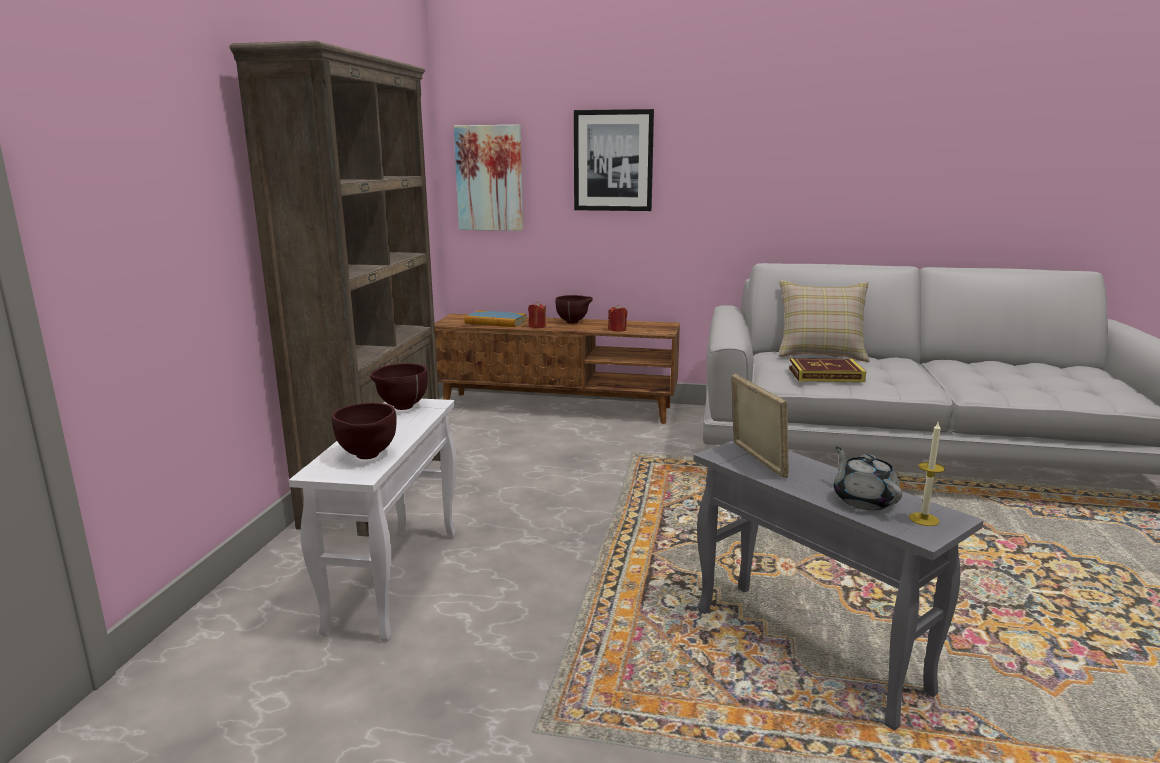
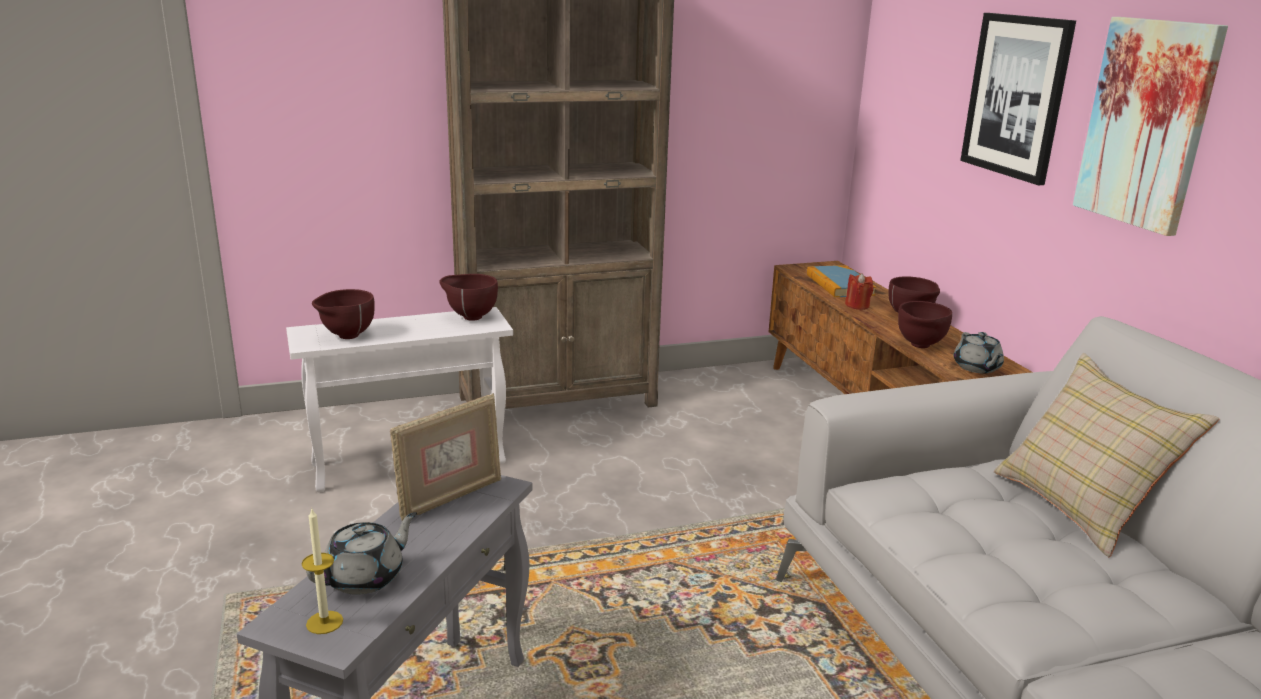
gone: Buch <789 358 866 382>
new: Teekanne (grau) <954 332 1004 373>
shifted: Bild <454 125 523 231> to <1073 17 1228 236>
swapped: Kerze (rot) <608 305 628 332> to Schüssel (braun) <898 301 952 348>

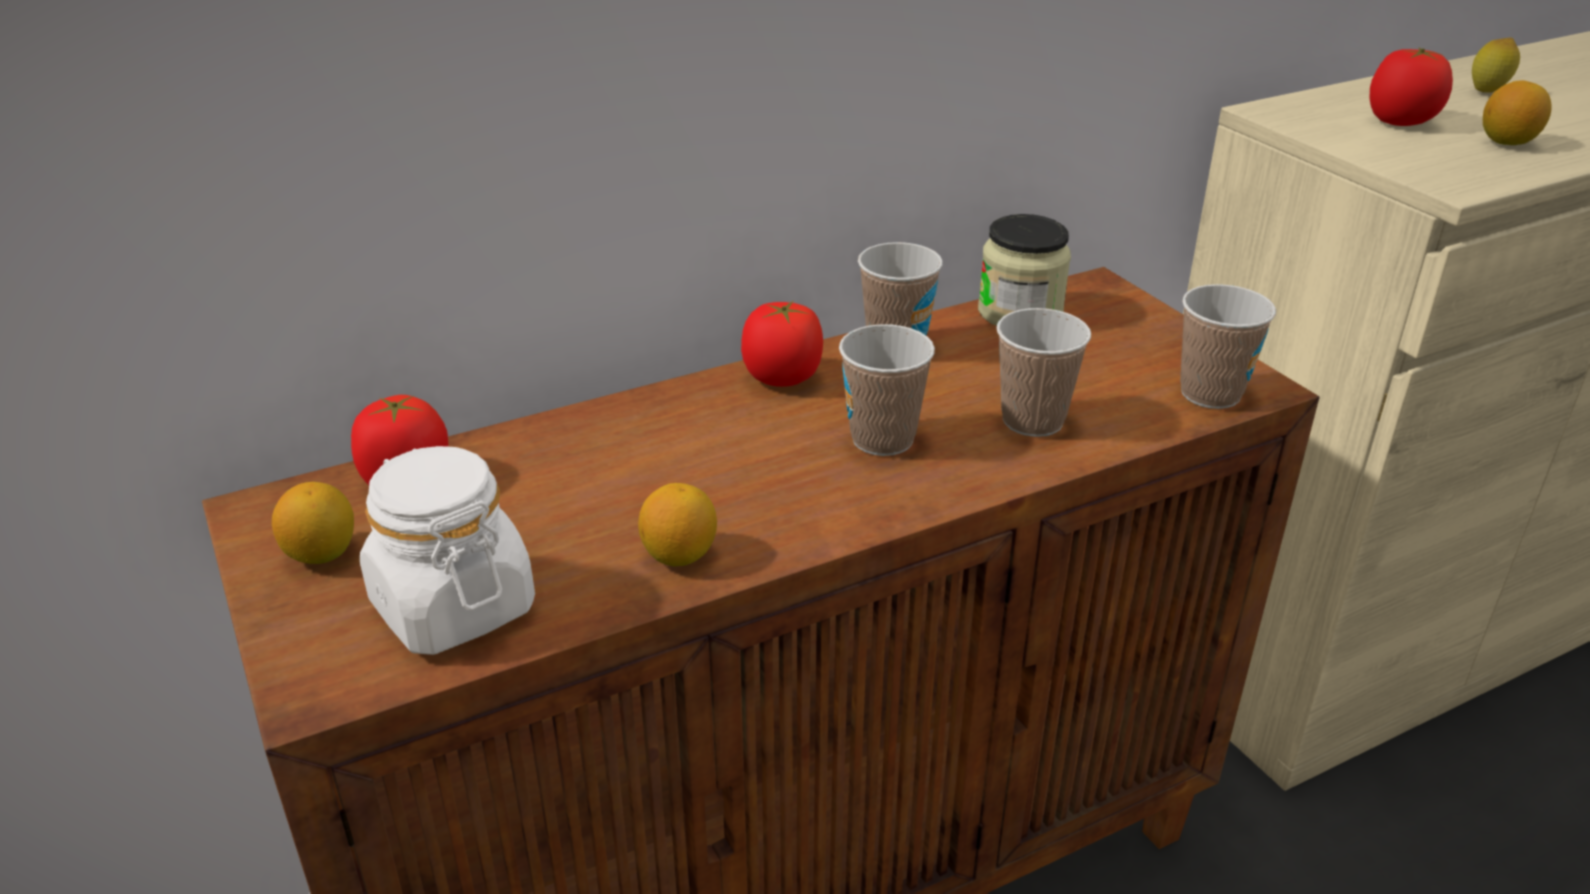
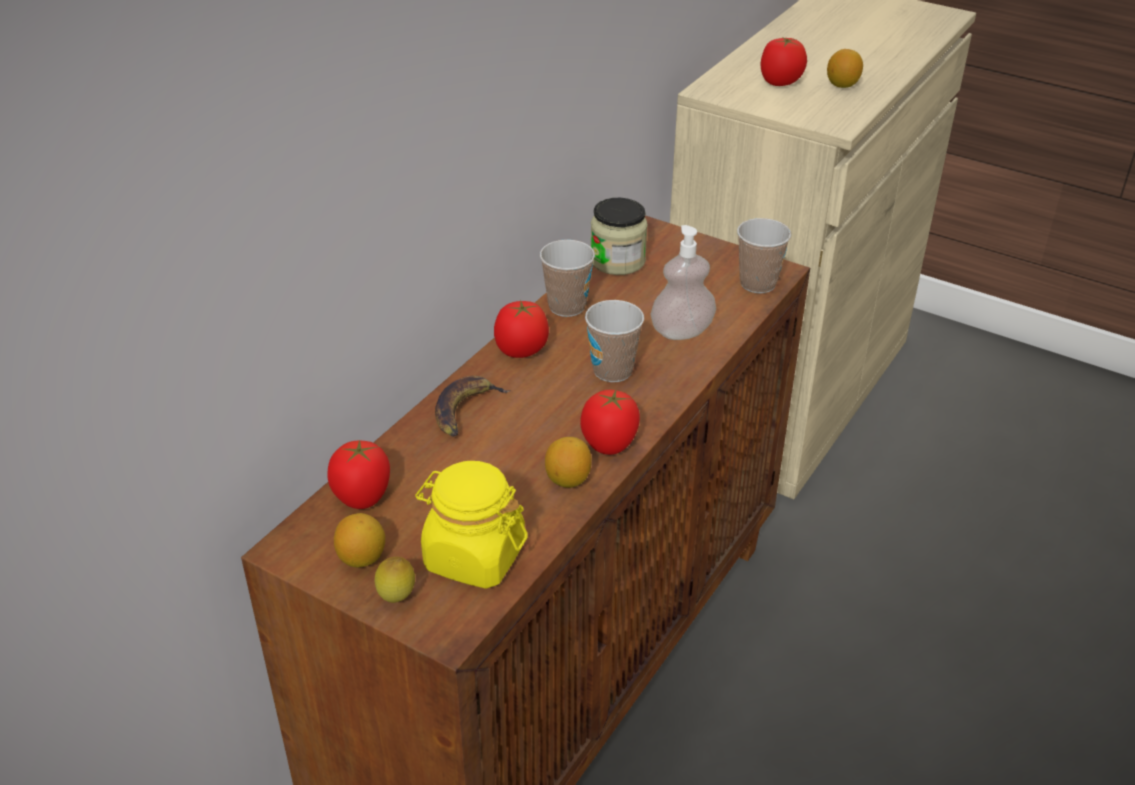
new: Banane <435 376 510 437>; Tomate <580 390 640 455>
shifted: Zitrone <1472 37 1520 93> to <375 557 415 603>
swapped: Tasse <997 308 1091 437> to Seifenspender <650 225 716 340>
repainted: Vorratsglas (weiß) <360 446 535 655> to Vorratsglas (gelb) <415 461 528 589>

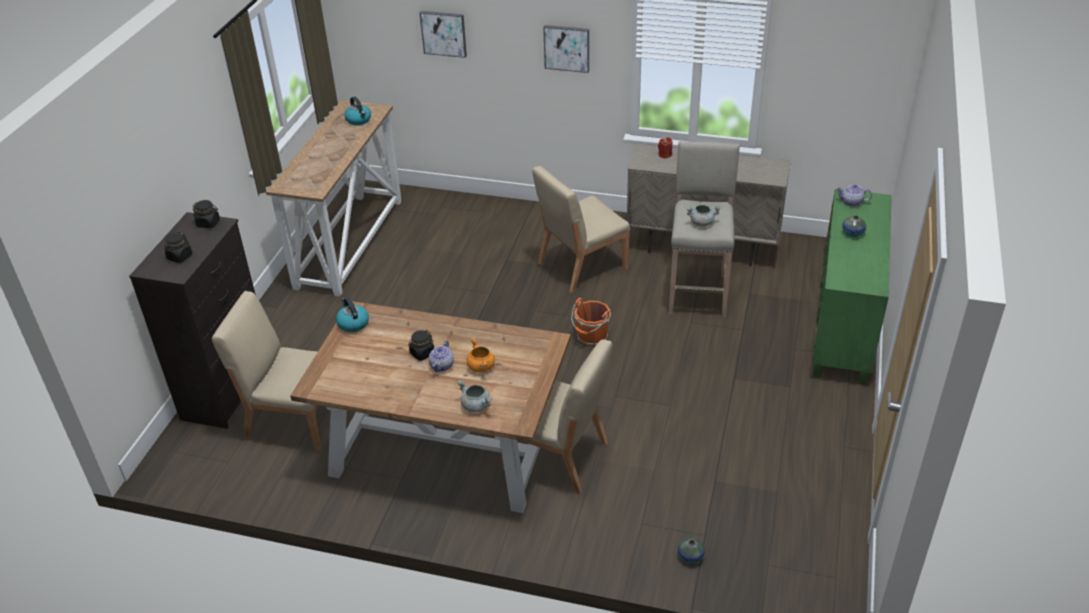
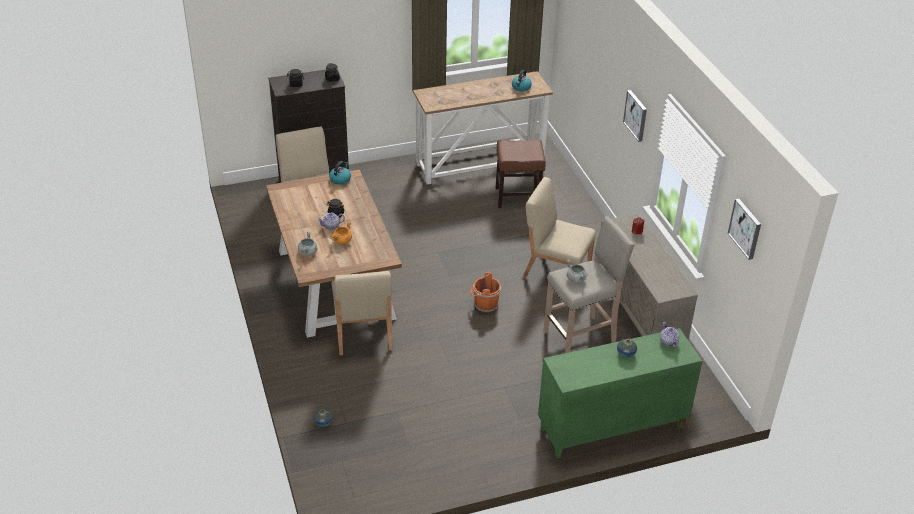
new: Hocker (braun) <495 140 546 208>
shifted: Bild <420 11 467 58> to <728 199 761 260>

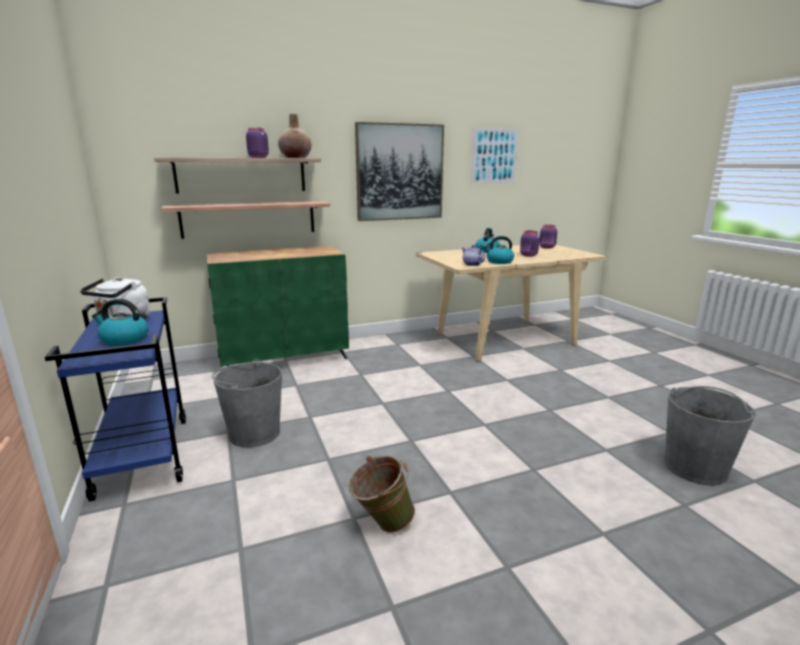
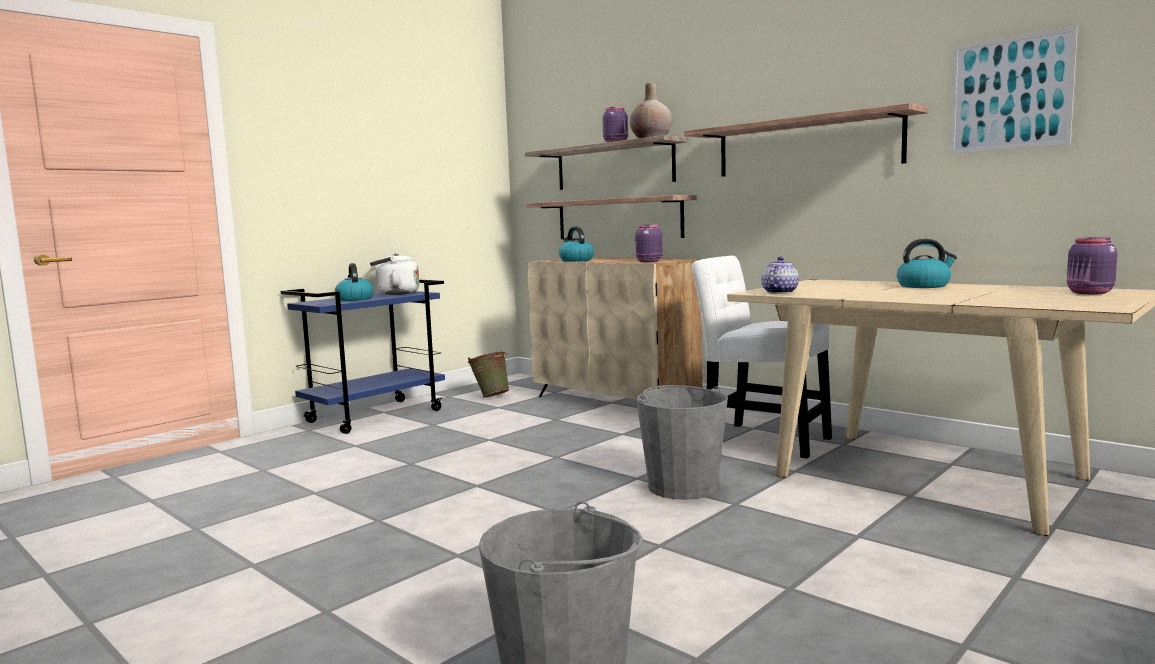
new: Stuhl (weiß) <691 256 832 458>
shifted: Eimer (grau) <212 359 282 448> to <636 385 728 500>; Eimer (grün) <349 455 415 533> to <468 351 510 397>; Wasserkessel <483 236 514 264> to <559 226 594 262>; Vorratsglas (lila) <520 231 540 257> to <635 224 663 262>
swapped: Bild <355 122 444 221> to Wandregal <684 103 928 177>
repainted: Schrank (grün) <207 246 349 367> to Schrank (beige) <528 257 703 399>

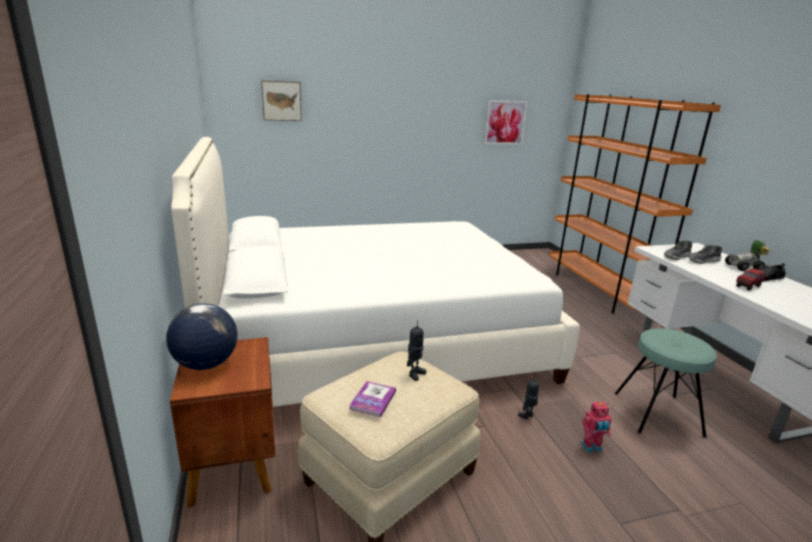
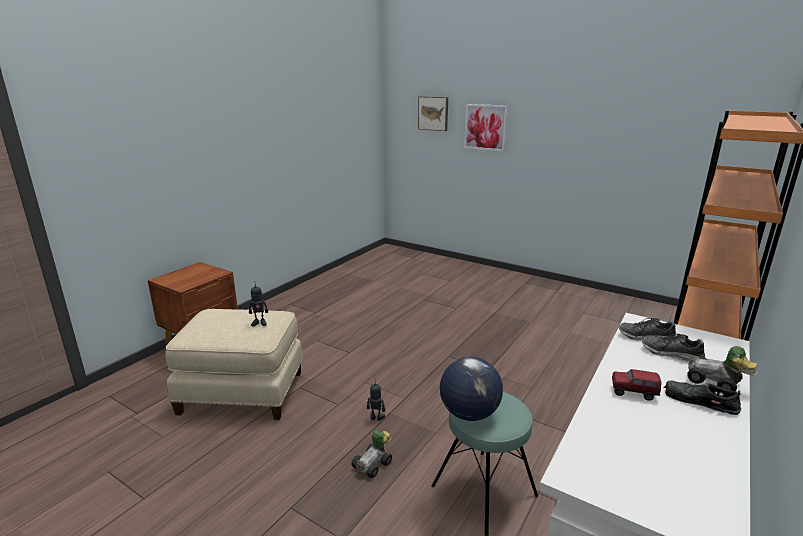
gone: Bett (weiß) <171 137 580 407>; Buch <349 381 396 417>
shifted: Globus <166 303 237 370> to <440 357 503 421>; Bild <484 100 528 145> to <464 104 508 152>
swapped: Spielzeugroboter <580 402 611 452> to Spielzeugauto <351 430 392 478>

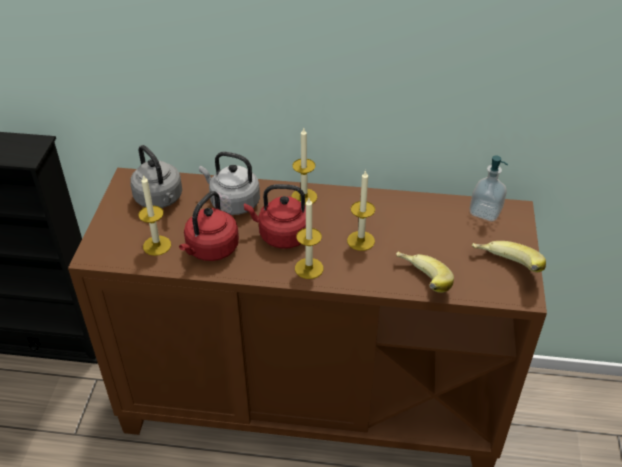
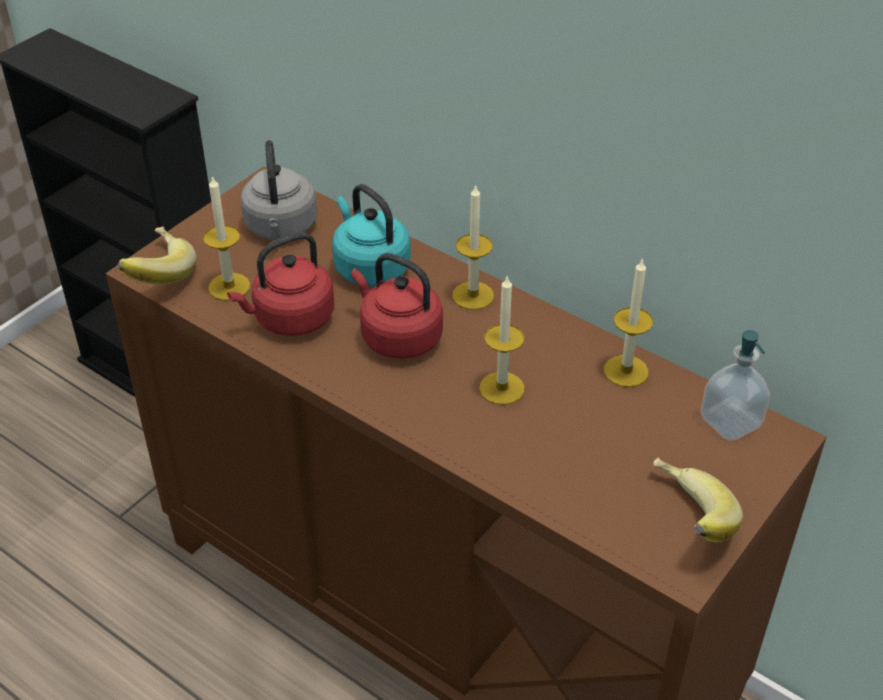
shifted: Kerze <295 198 323 279> to <604 260 653 387>; Banane <396 251 454 293> to <118 227 197 284>
repainted: Wasserkessel (grau) <199 152 260 215> to Wasserkessel (türkis) <332 184 411 286>

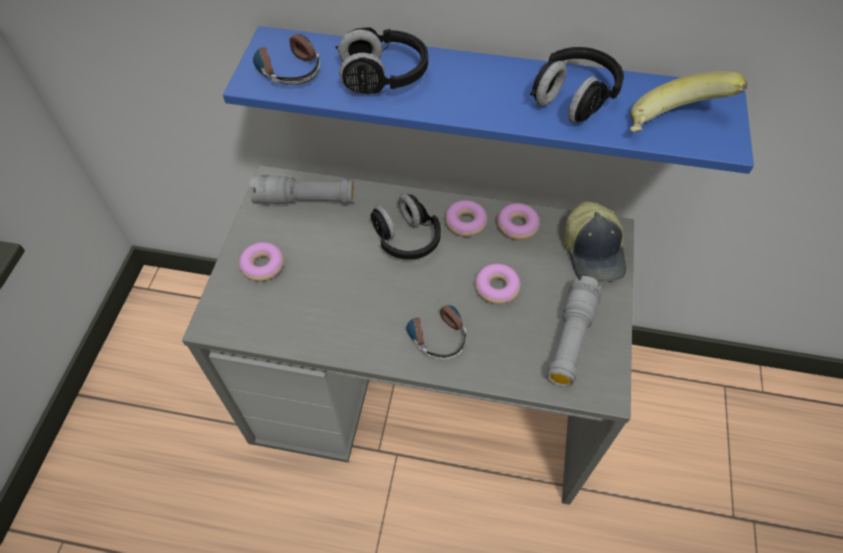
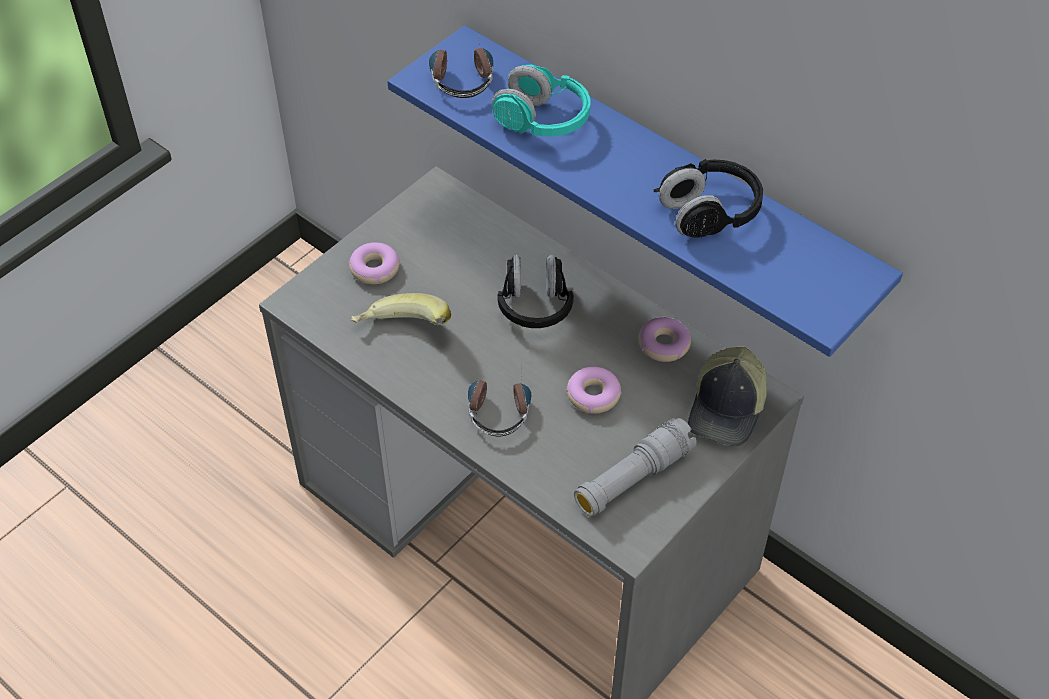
gone: Taschenlampe (grau) <250 175 354 204>; Donut <445 200 487 237>
shifted: Banane <630 71 748 132> to <351 293 451 325>
repainted: Kopfhörer (schwarz) <335 27 428 94> to Kopfhörer (türkis) <492 64 591 137>

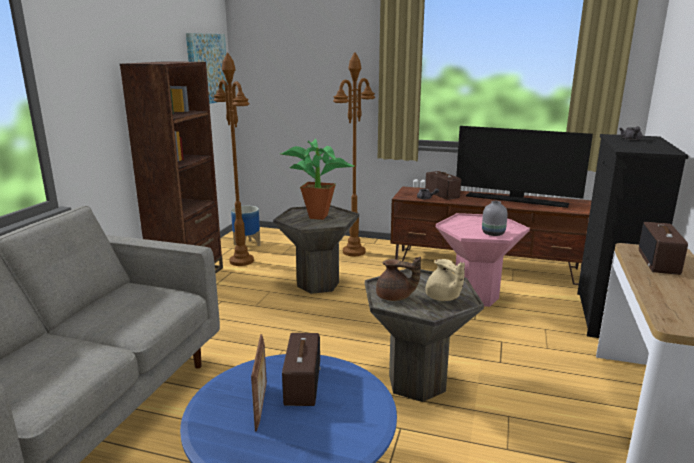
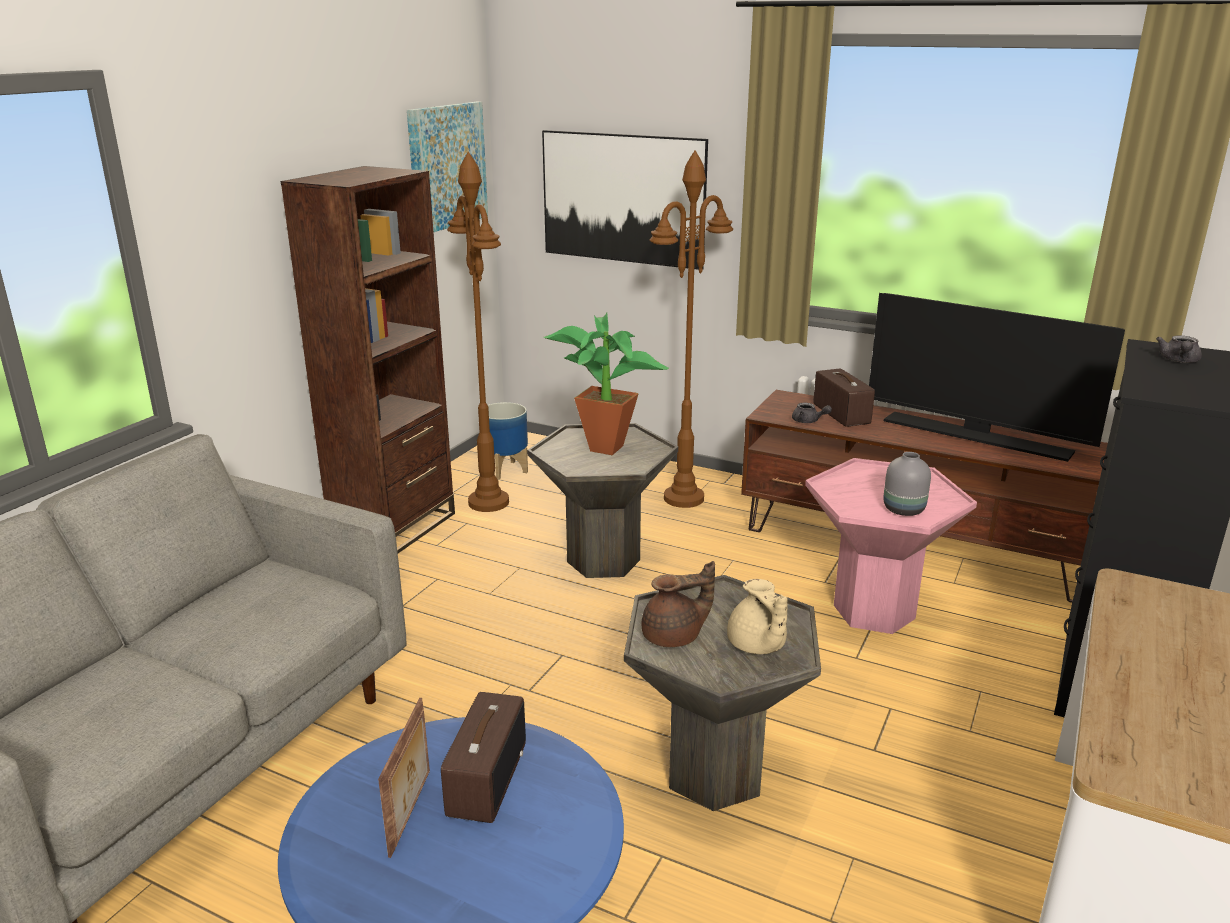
gone: Radio <639 222 688 275>
new: Bild <542 130 708 270>
rotated: Teekanne (braun) <376 257 421 301> = <642 561 715 647> 45 degrees counterclockwise

